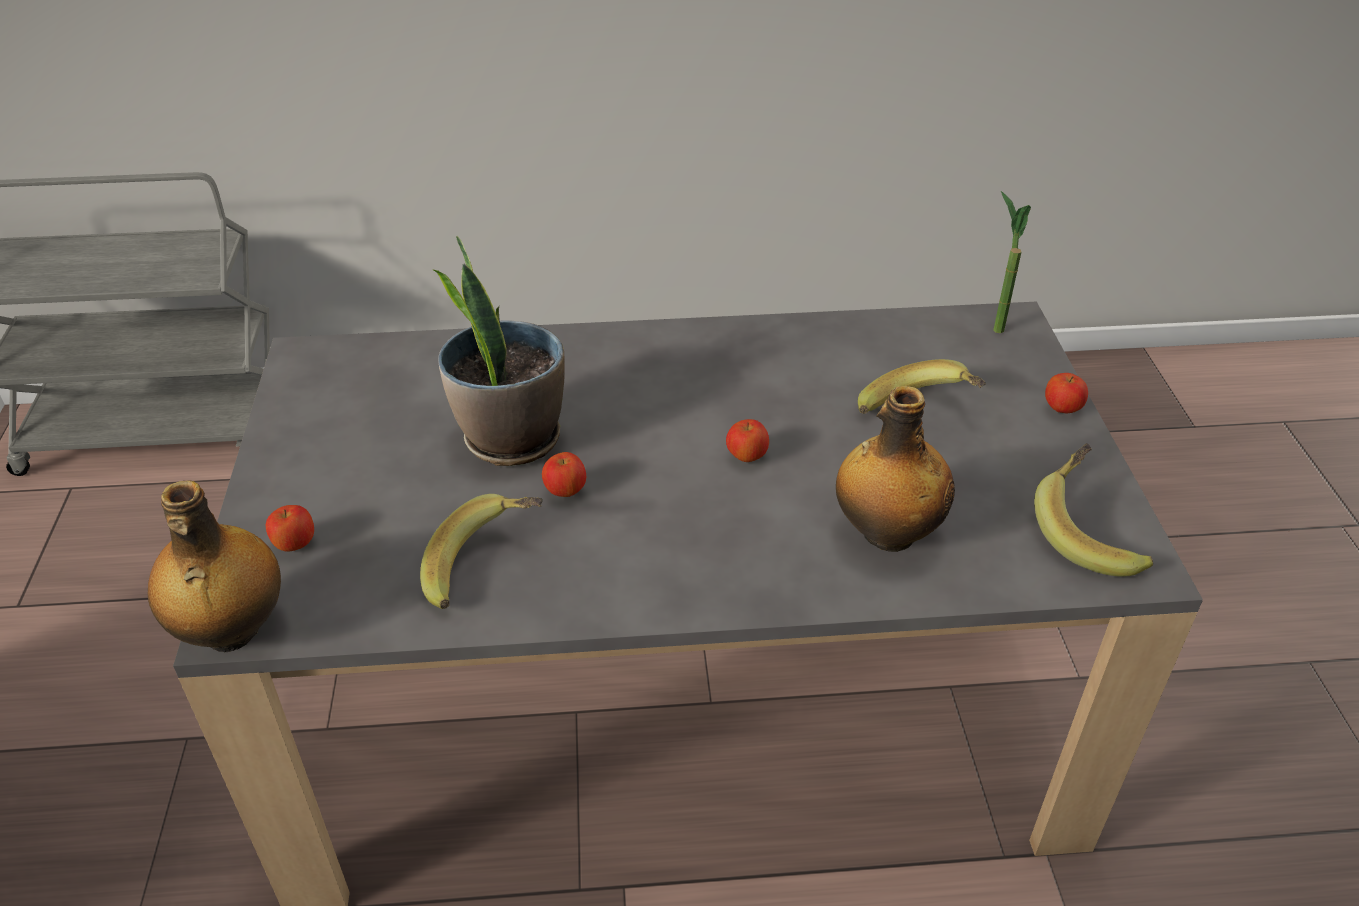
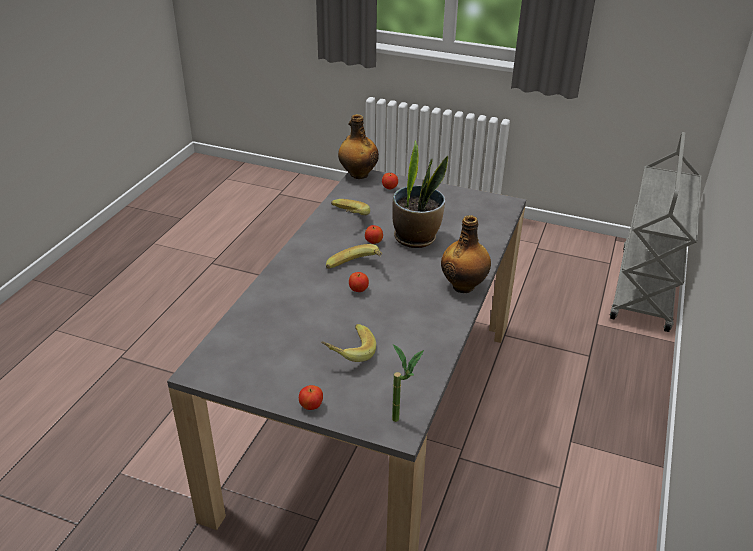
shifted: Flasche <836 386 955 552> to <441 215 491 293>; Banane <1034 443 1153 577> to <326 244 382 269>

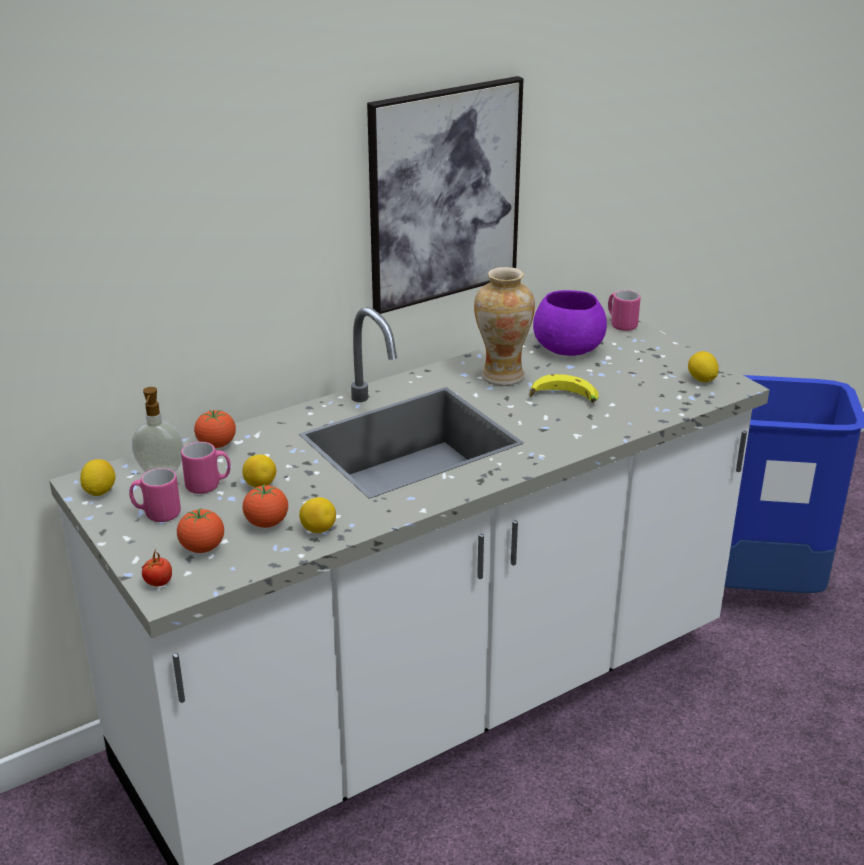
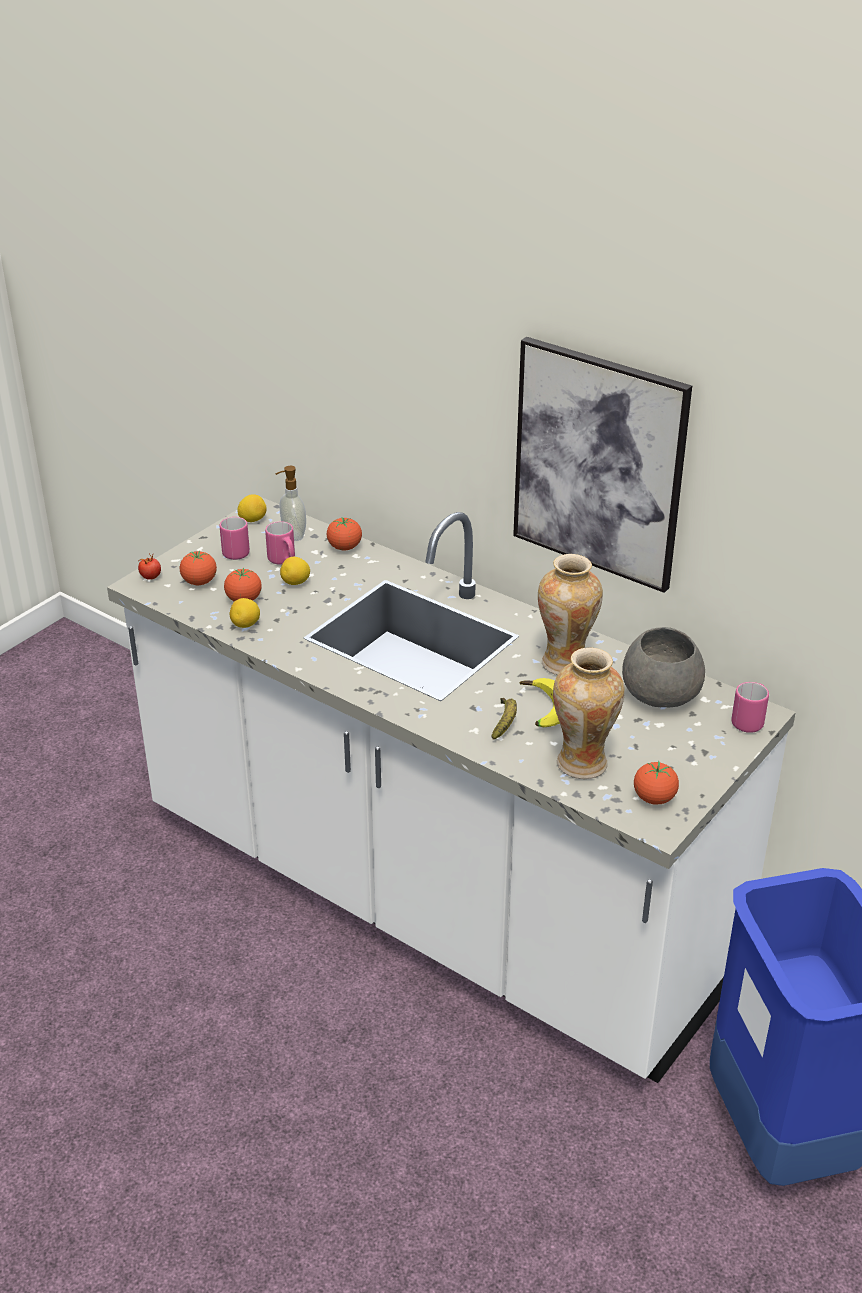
new: Banane <491 698 517 740>; Vase <553 647 625 779>
swapped: Zitrone <688 351 719 382> to Tomate <634 761 679 805>
repainted: Schüssel (lila) <533 290 607 356> to Schüssel (grau) <622 627 705 707>

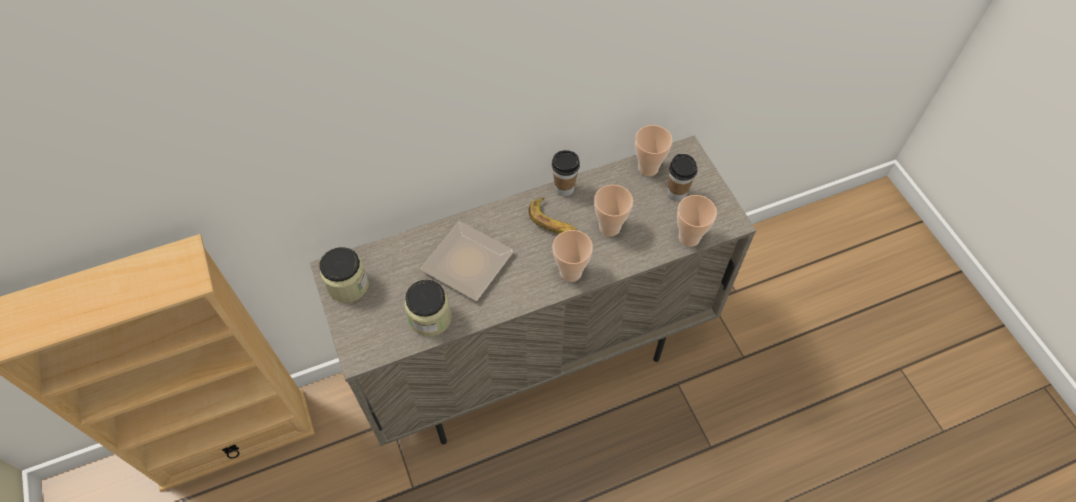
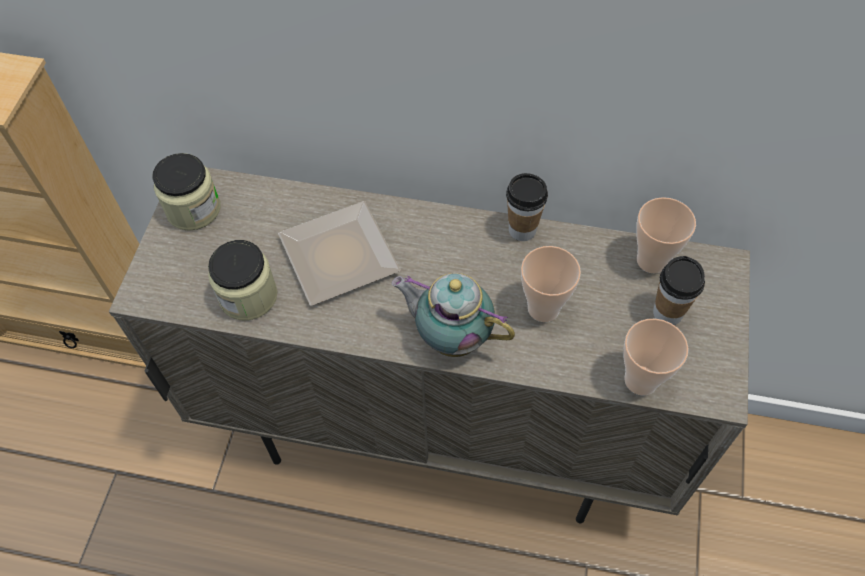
gone: Banane <528 198 577 233>
swapped: Tasse <553 230 593 282> to Teekanne <392 273 515 357>

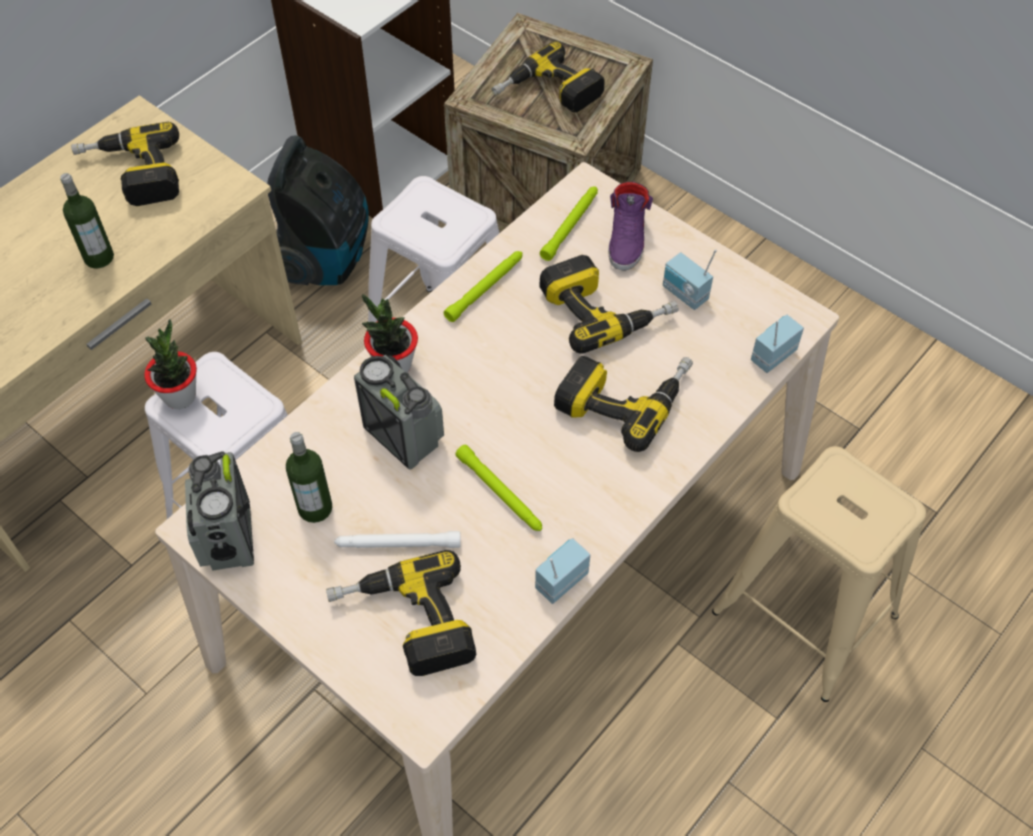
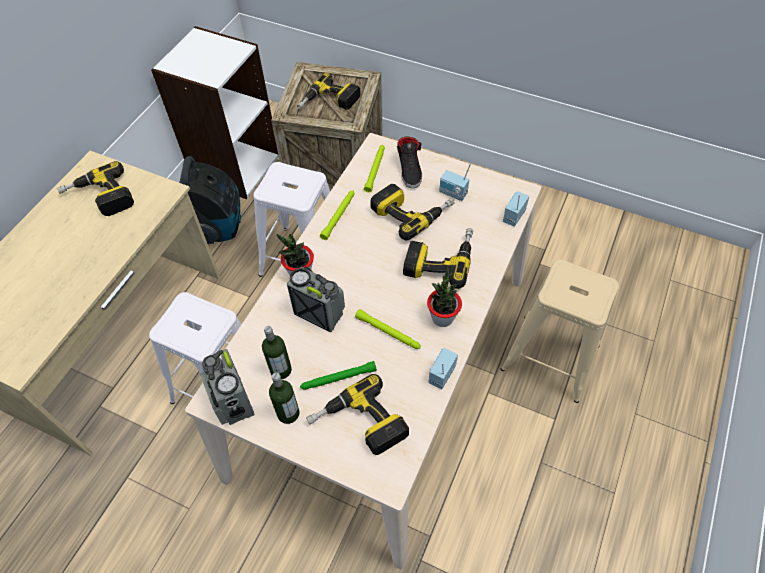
shifted: Flasche <60 173 114 268> to <269 372 300 424>; Topfpflanze <144 319 197 409> to <427 268 462 327>
repainted: Taschenlampe (weiß) <334 531 460 548> to Taschenlampe (grün) <300 361 377 390>; Schuh (lila) <608 181 653 271> to Schuh (schwarz) <397 136 422 188>

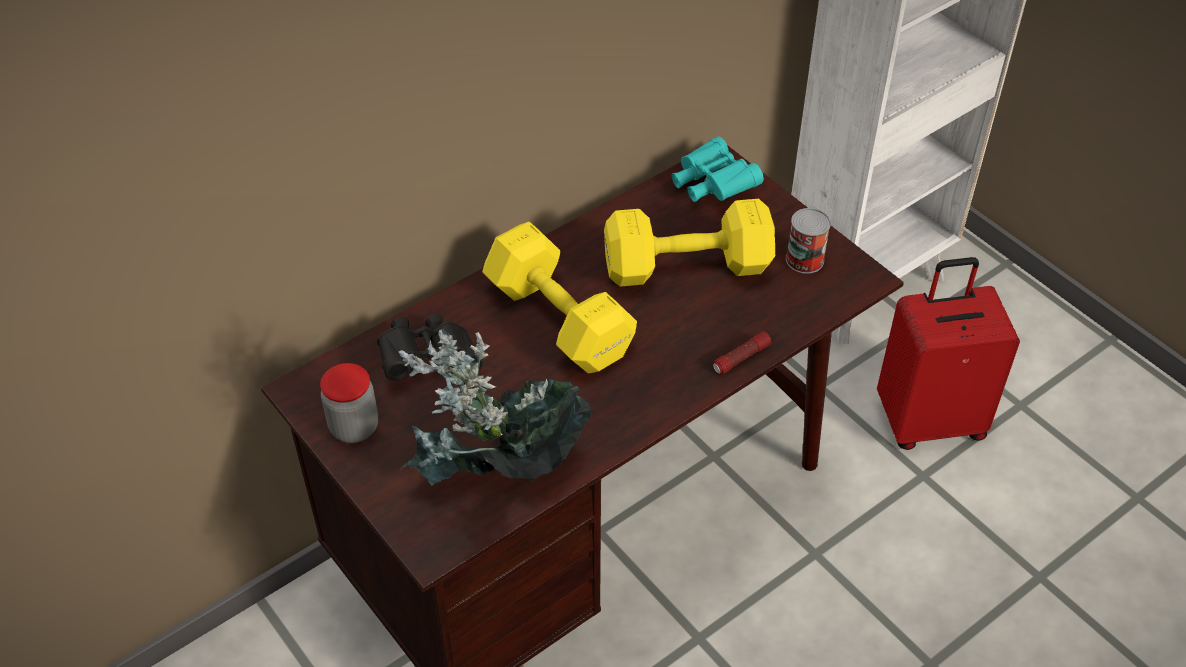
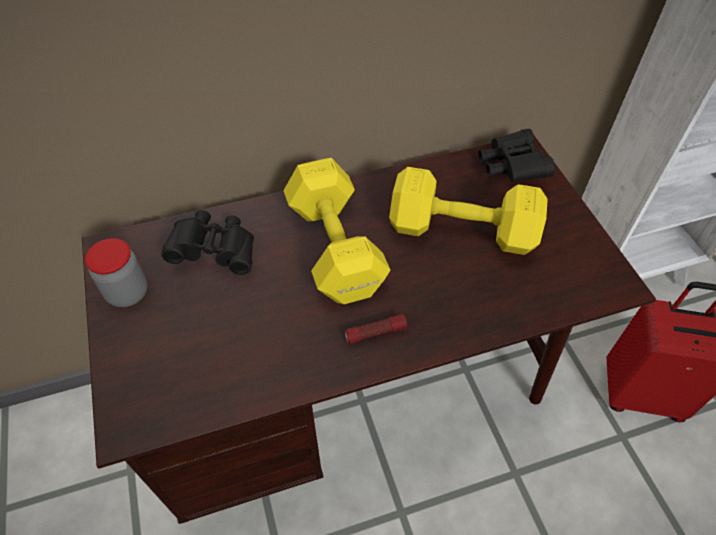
gone: Topfpflanze <399 329 591 486>; Dose <786 208 831 274>
shifted: Taschenlampe <713 331 771 374> to <345 314 407 344>
repainted: Fernglas (türkis) <672 137 764 202> to Fernglas (schwarz) <479 129 555 182>

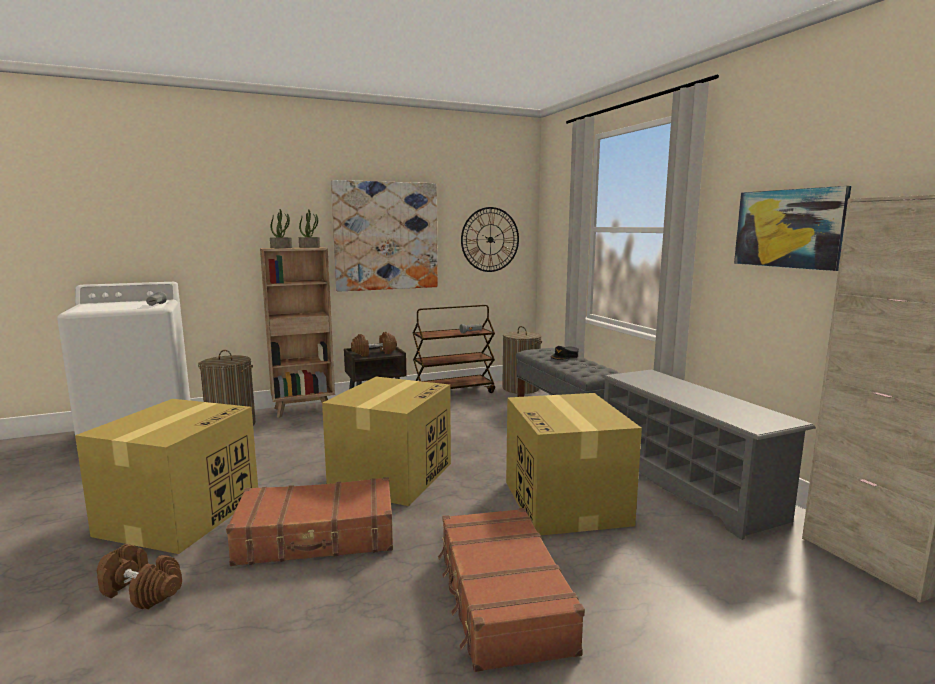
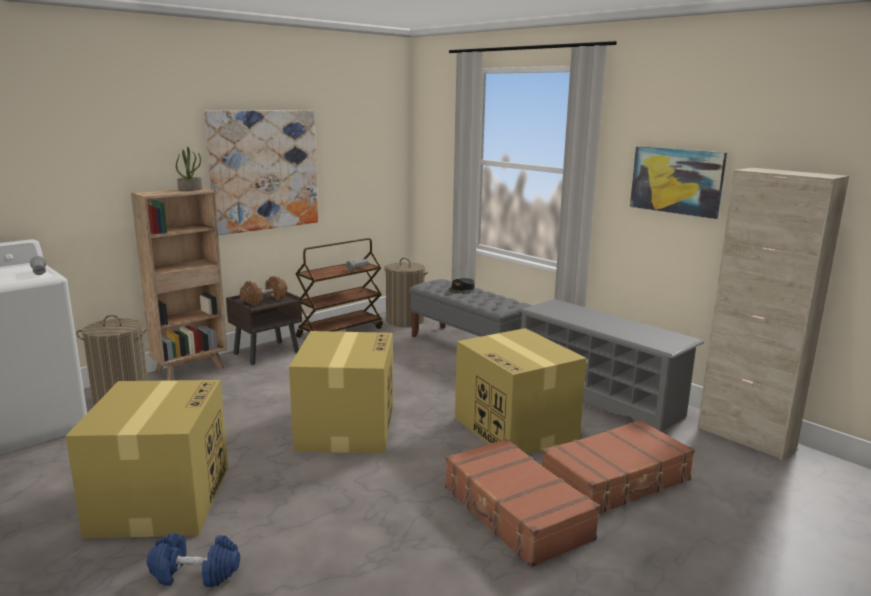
gone: Topfpflanze <270 209 292 248>; Wanduhr <461 207 519 272>
shifted: Koffer (braun) <226 477 393 566> to <542 420 695 514>
repainted: Hantel (braun) <97 544 182 609> to Hantel (blau) <147 533 240 587>

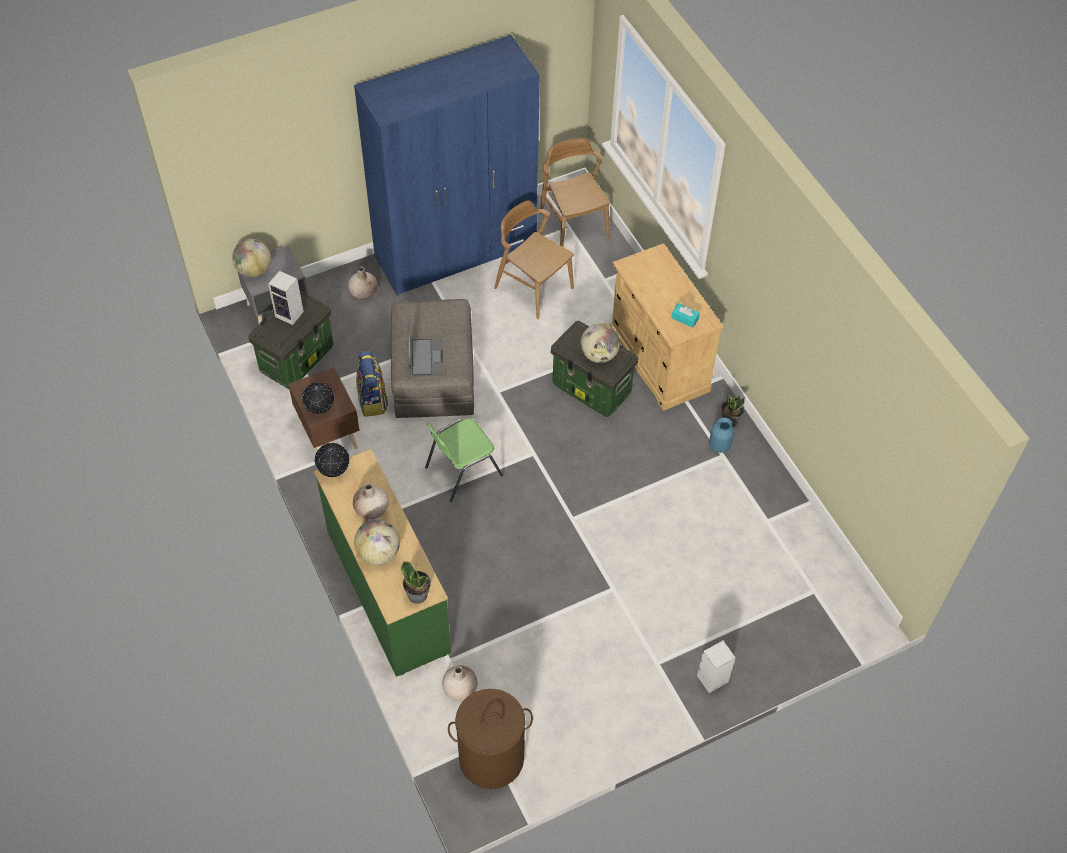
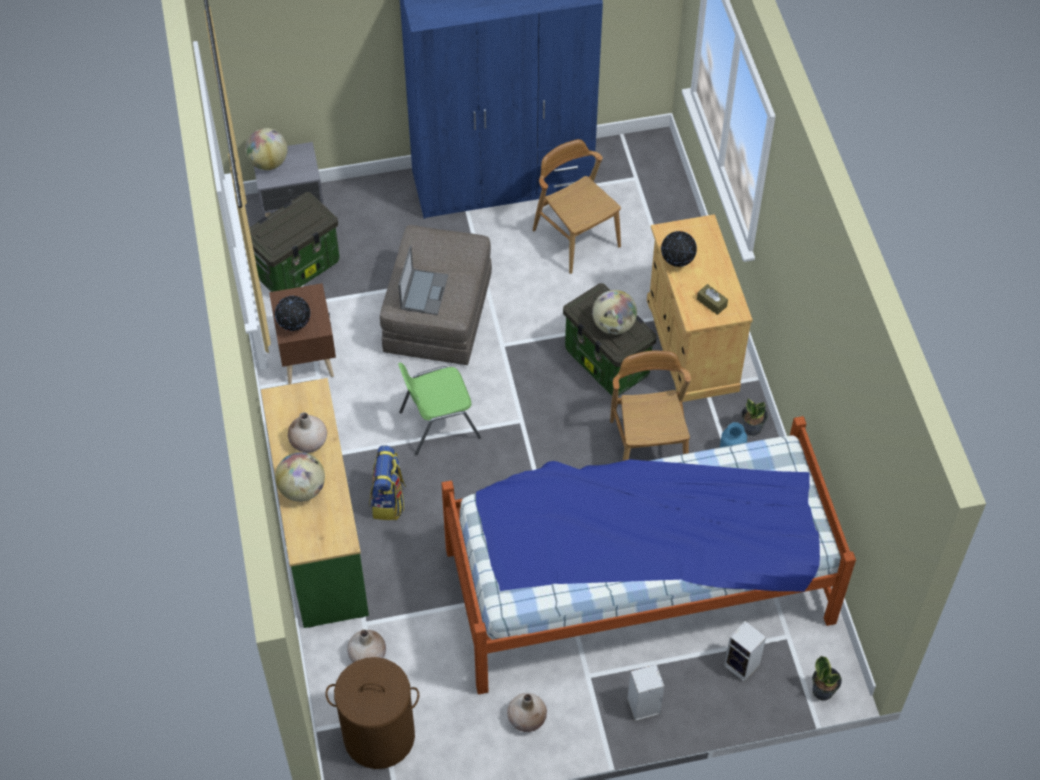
new: Bett <441 416 856 695>
shifted: Lautsprecher <268 271 304 325> to <724 621 766 682>; Globus <315 443 350 477> to <661 231 697 267>; Vase (beige) <348 266 378 299> to <507 693 547 732>; Rucksack <356 351 388 417> to <369 445 406 520>; Topfpflanze <401 561 431 604> to <812 655 842 700>; Stuhl (braun) <540 138 610 247> to <610 351 691 461>
repainted: Taschentuchbox (türkis) <671 303 700 328> to Taschentuchbox (braun) <697 284 728 315>

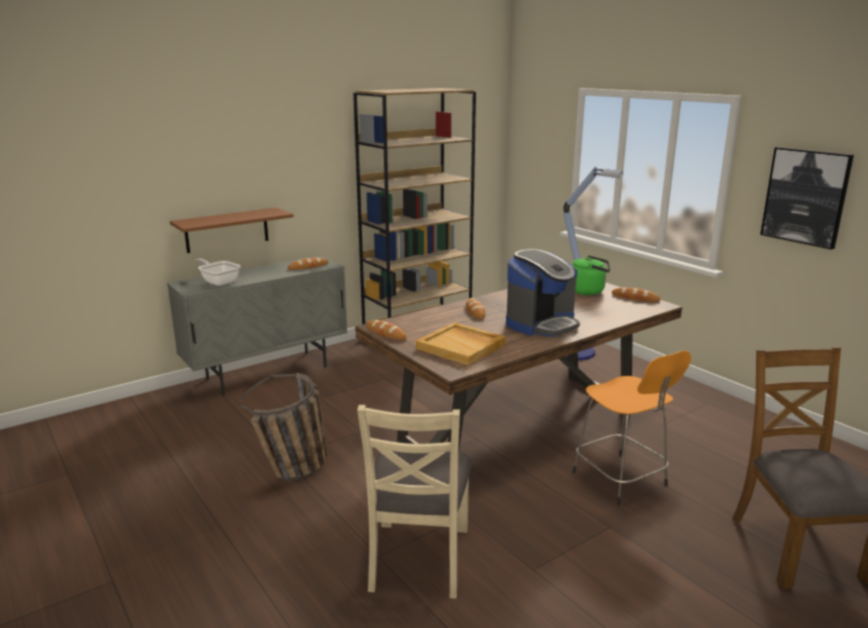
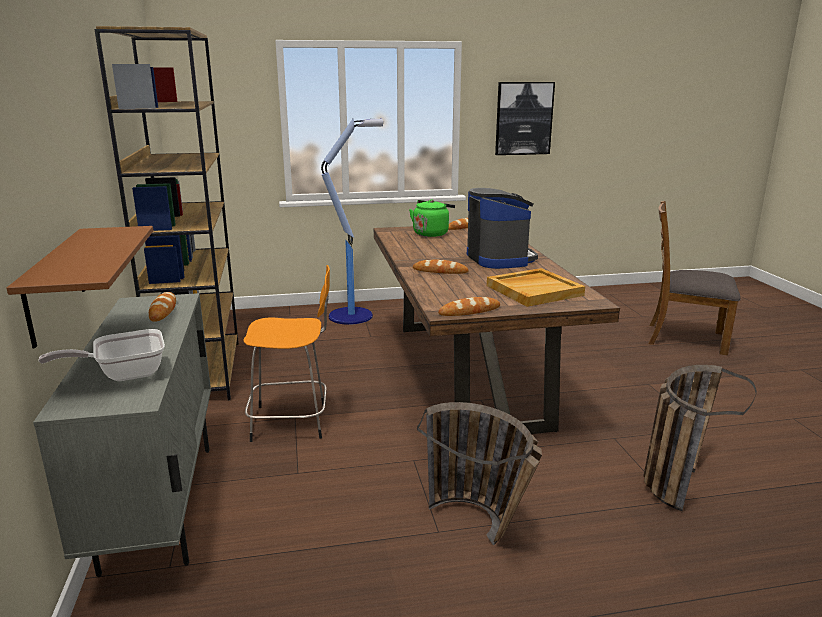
shifted: Hocker (orange) <572 351 691 506> to <244 265 330 442>
swapped: Stuhl (beige) <357 405 472 599> to Korb <643 365 757 511>

